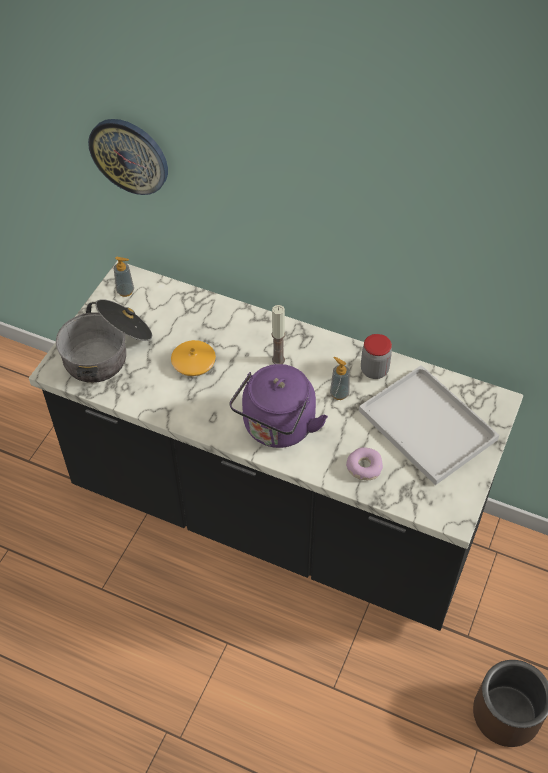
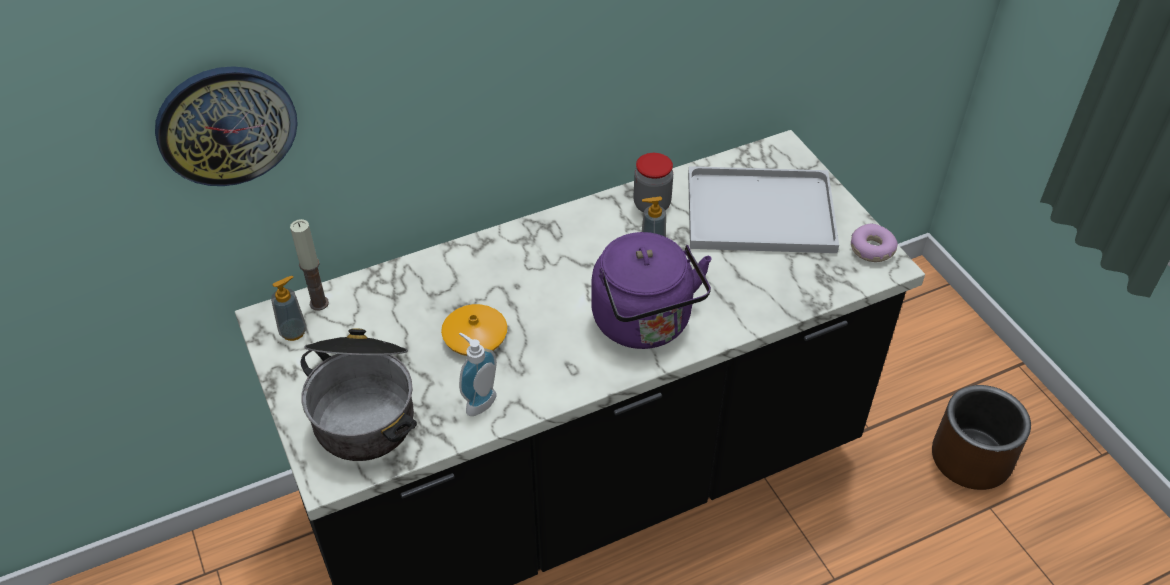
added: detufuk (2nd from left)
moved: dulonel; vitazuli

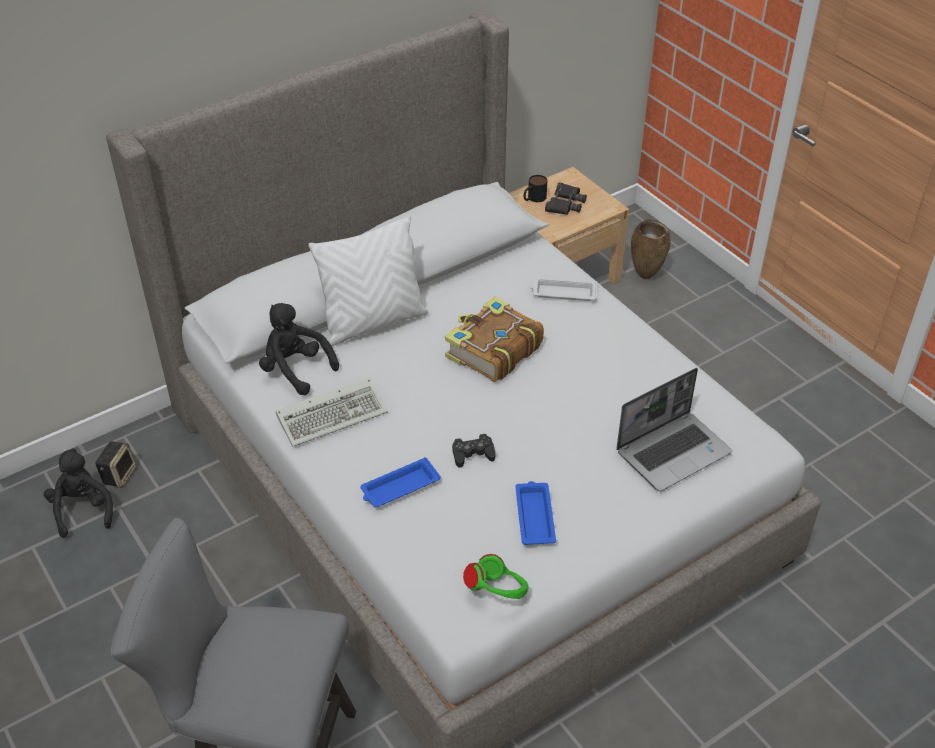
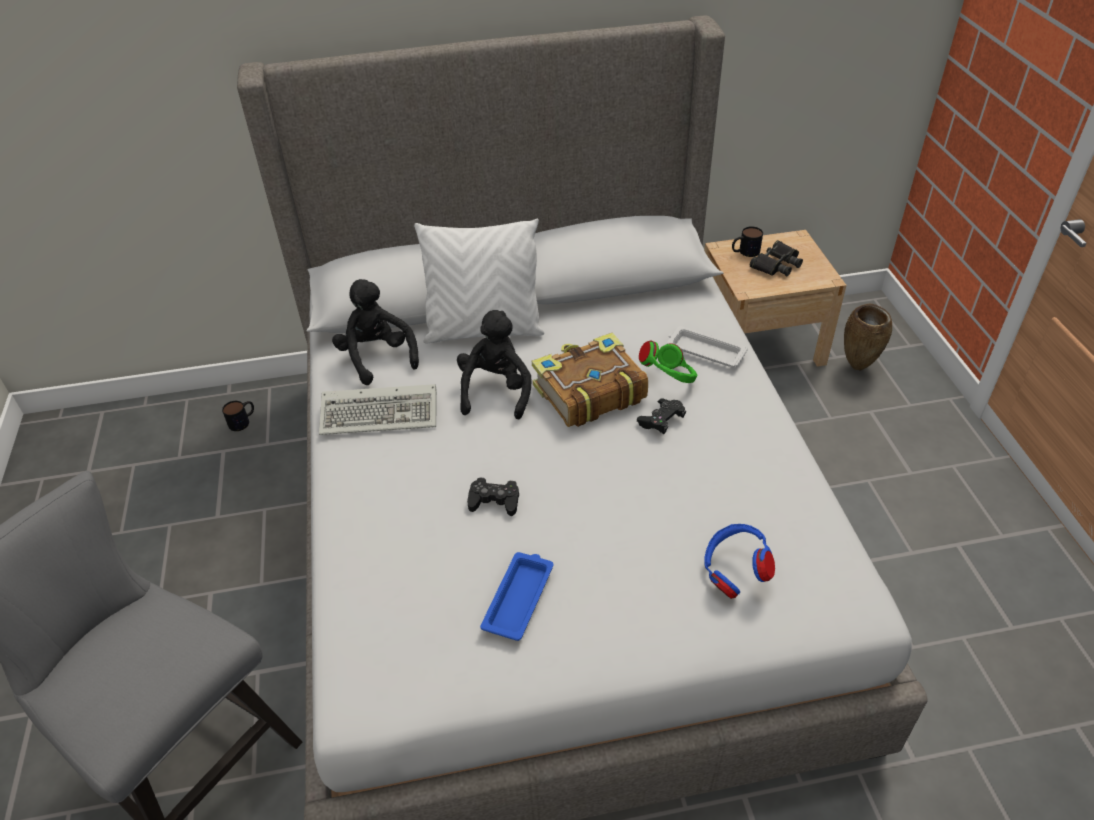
removed: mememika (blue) (1st from left)
added: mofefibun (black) (2nd from left)
moved: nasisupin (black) (1st from left in the first image) to nasisupin (black) (2nd from left); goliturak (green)
replaced: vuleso to goliturak (blue); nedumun to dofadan (1st from left)

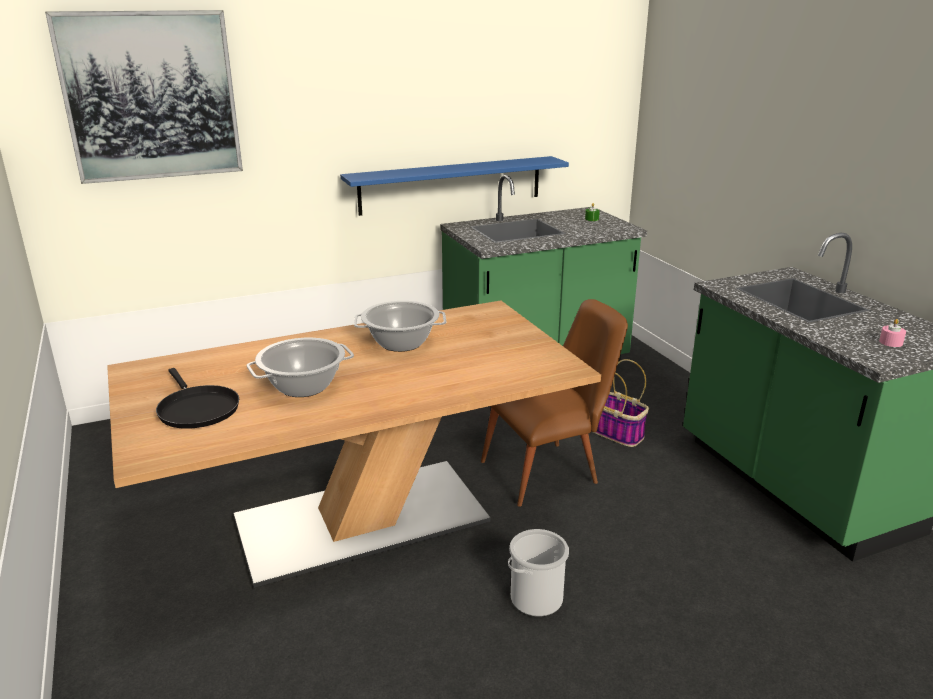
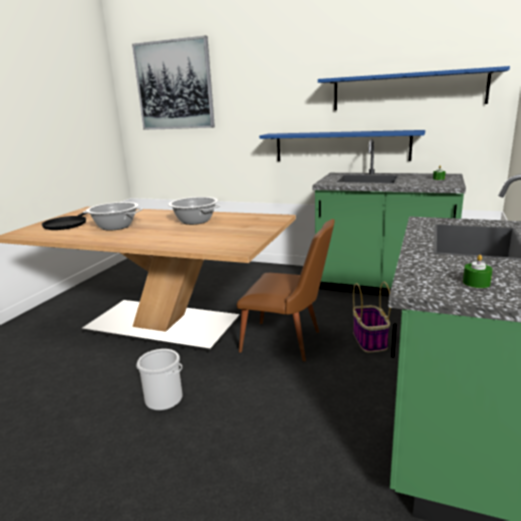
added: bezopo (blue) (2nd from left)
recoloured: dulonel (pink) to dulonel (green) (2nd from left)

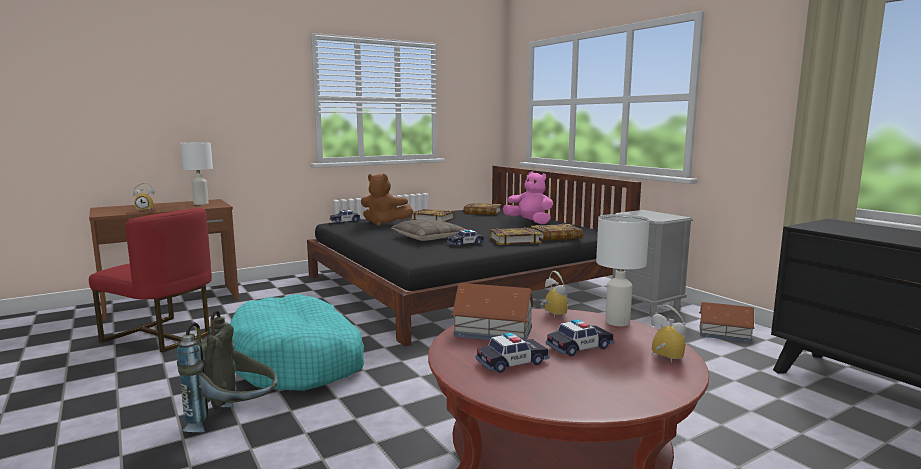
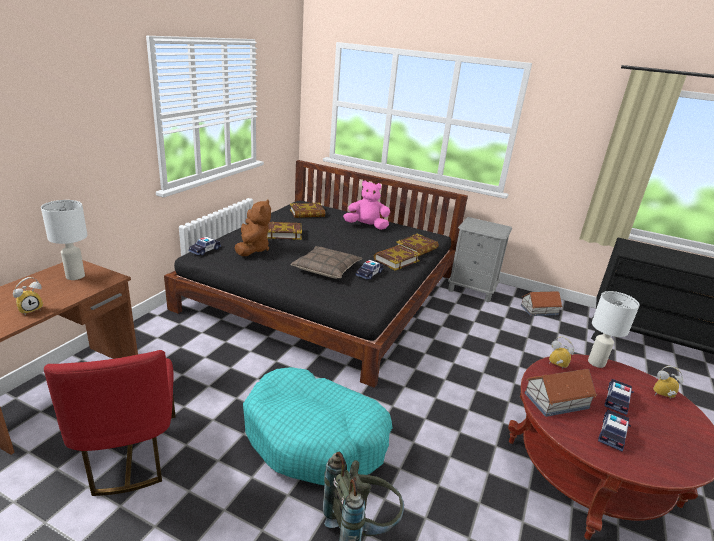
turned: nasisupin (brown) 75 degrees counterclockwise; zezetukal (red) 75 degrees clockwise

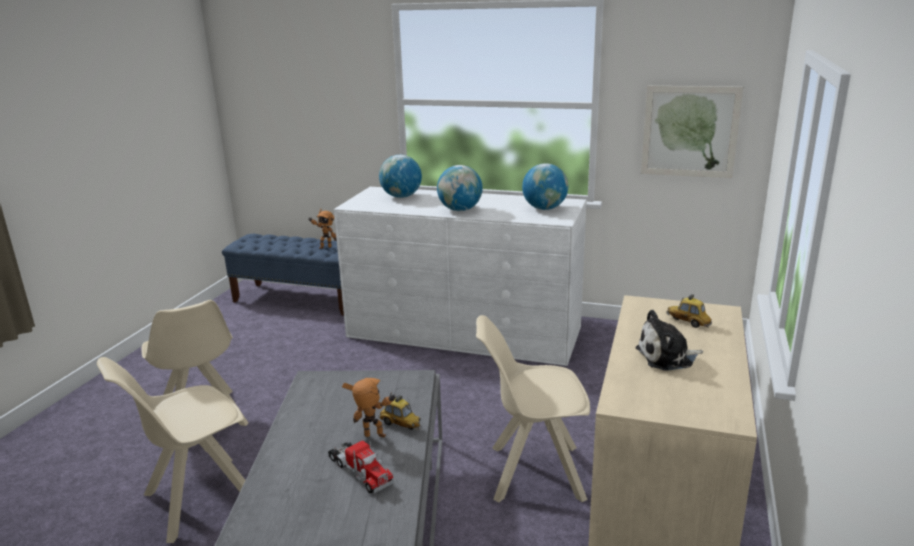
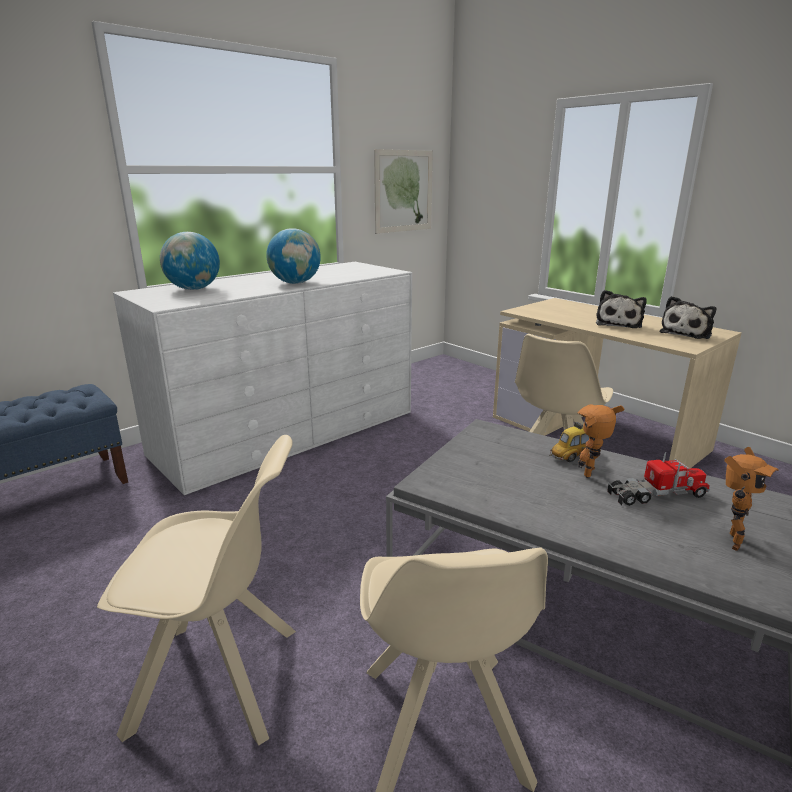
removed: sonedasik (3rd from left); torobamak (2nd from left)
added: nasisupin (2nd from left)
moved: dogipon (1st from left in the first image) to dogipon (2nd from left)

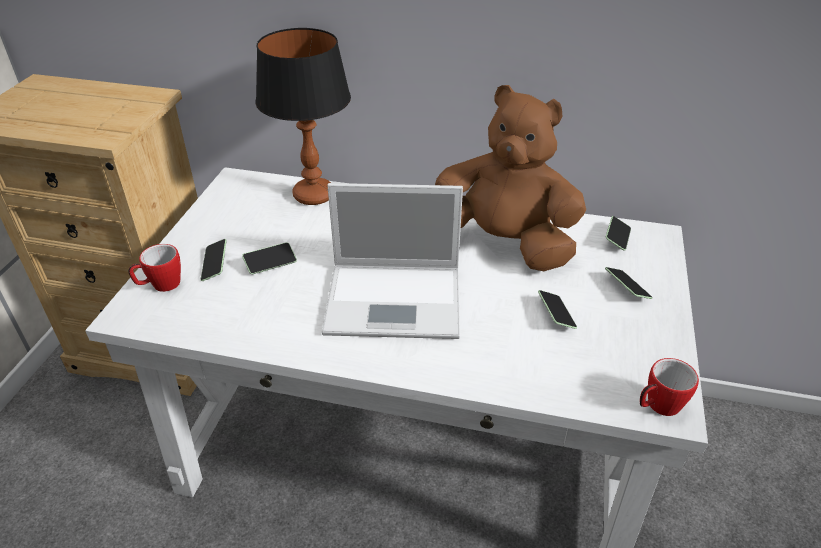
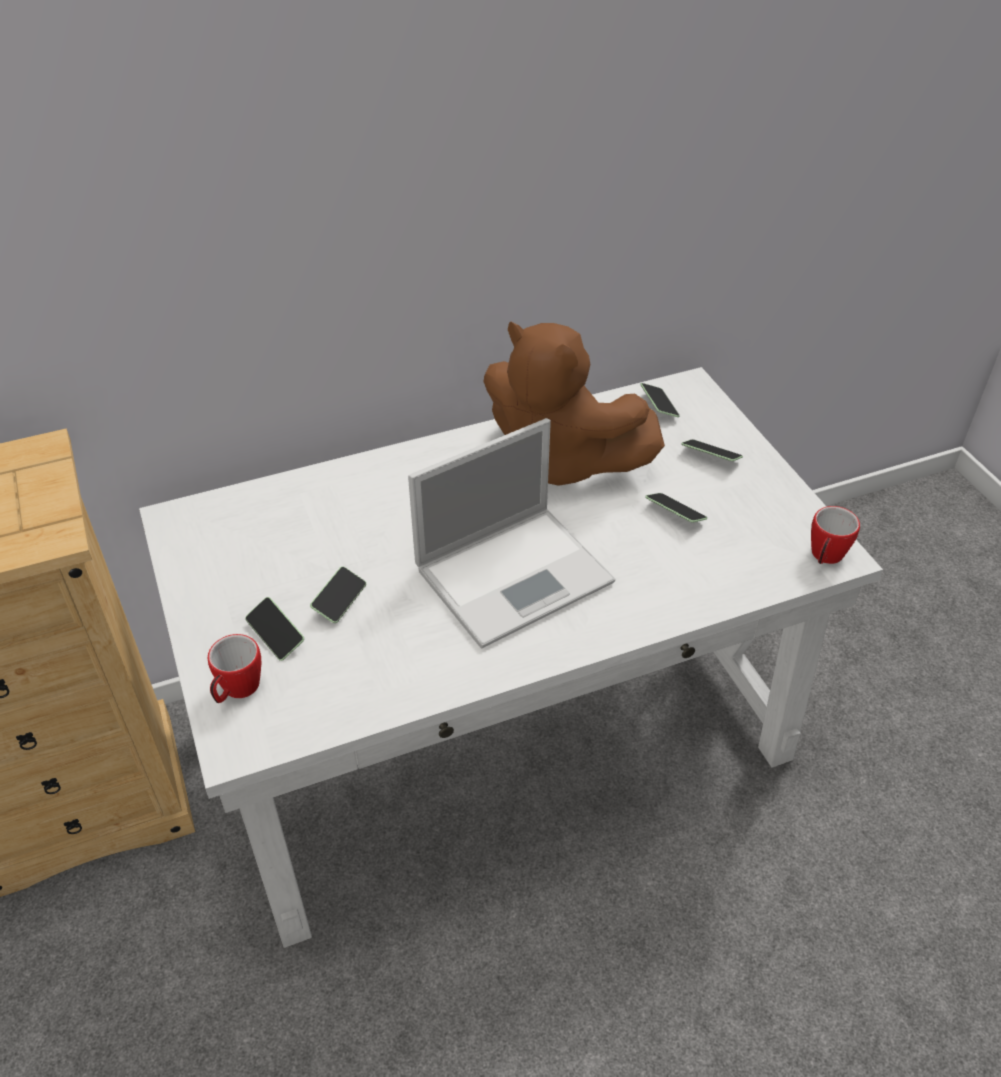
removed: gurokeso
turned: nasisupin (brown) 135 degrees counterclockwise

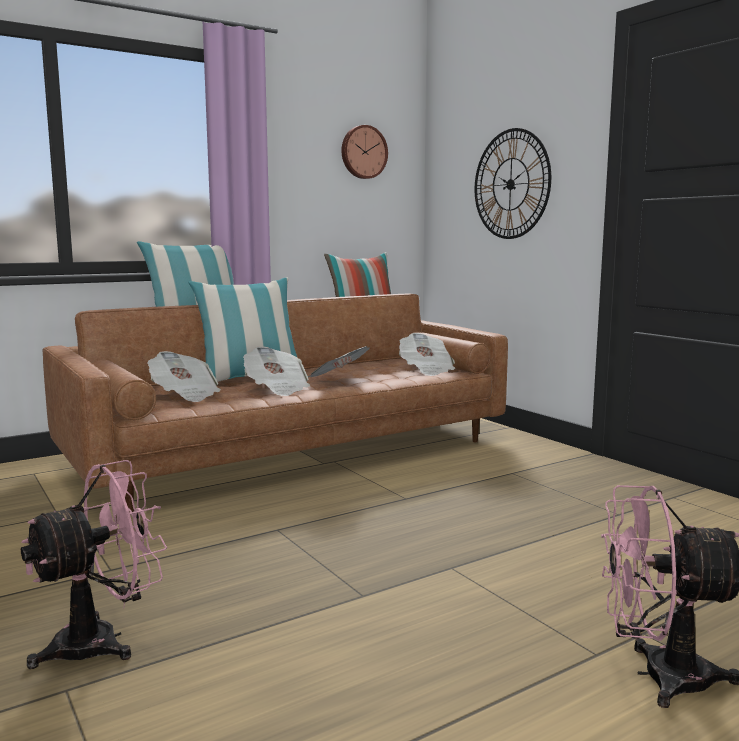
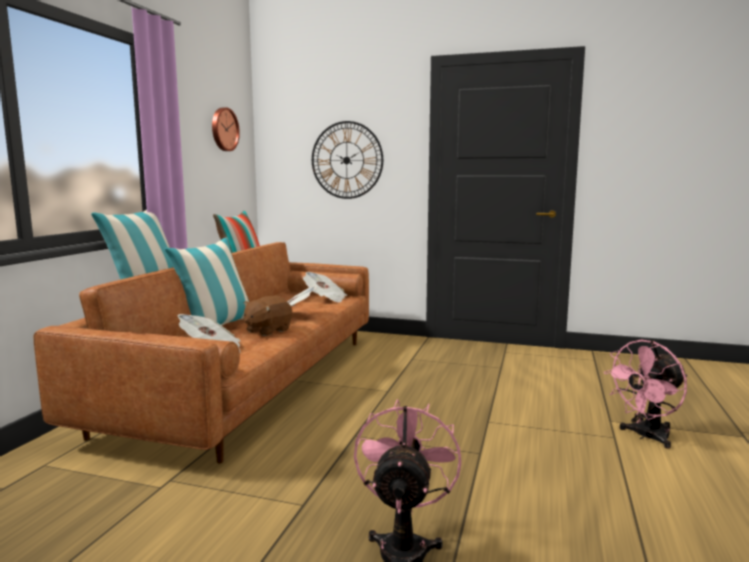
replaced: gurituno (2nd from left) to nasisupin (brown)

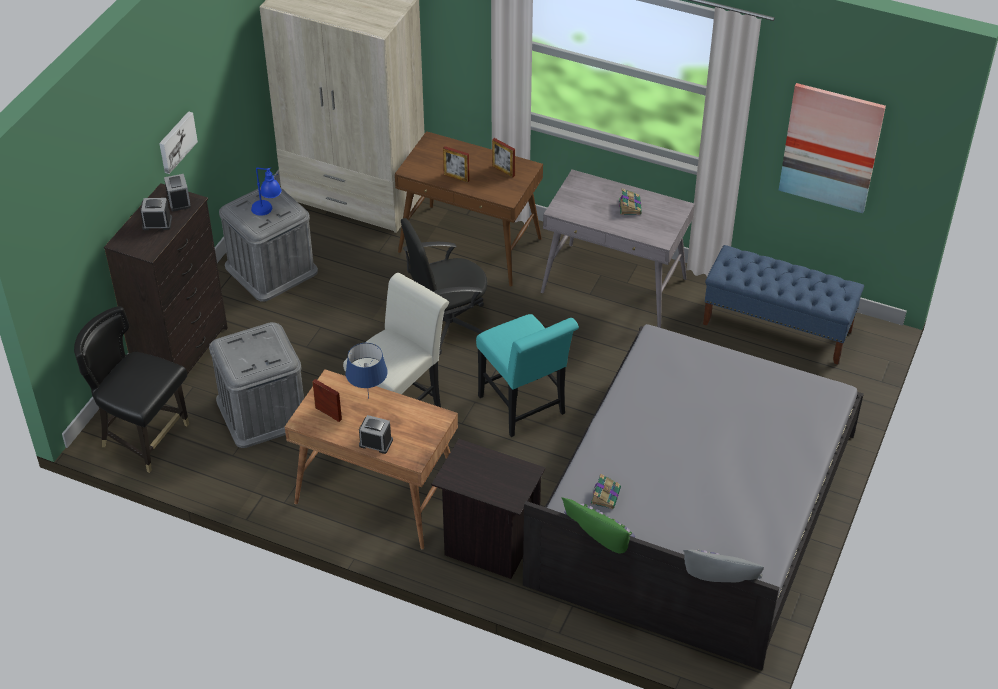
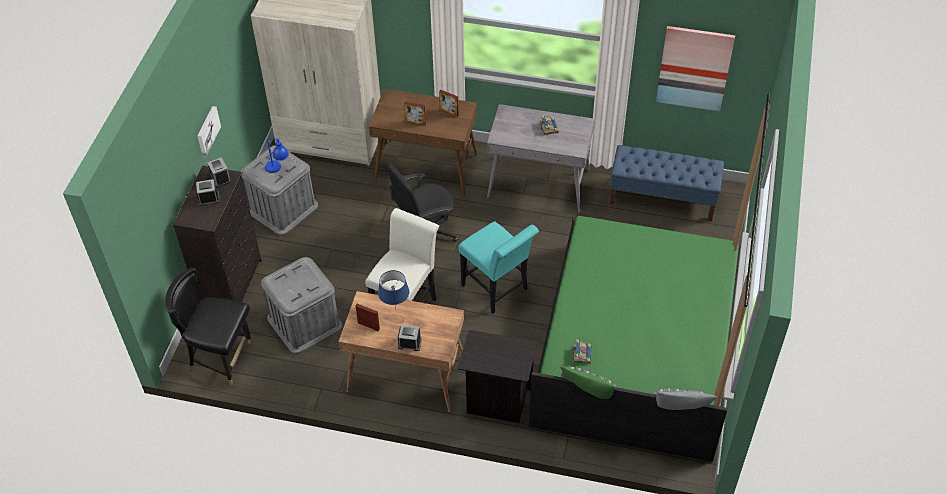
recoloured: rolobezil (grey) to rolobezil (green)

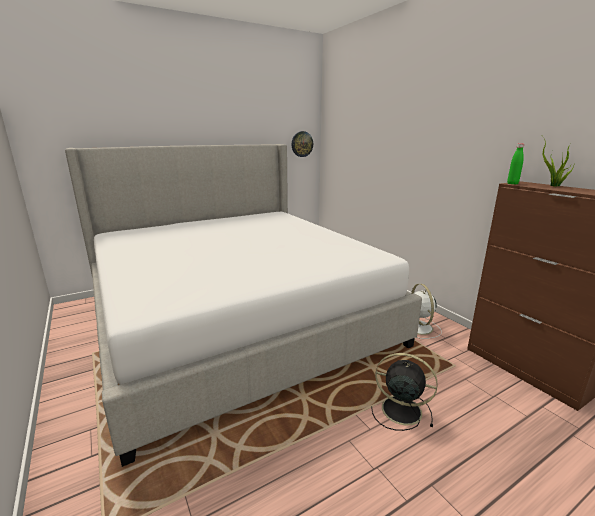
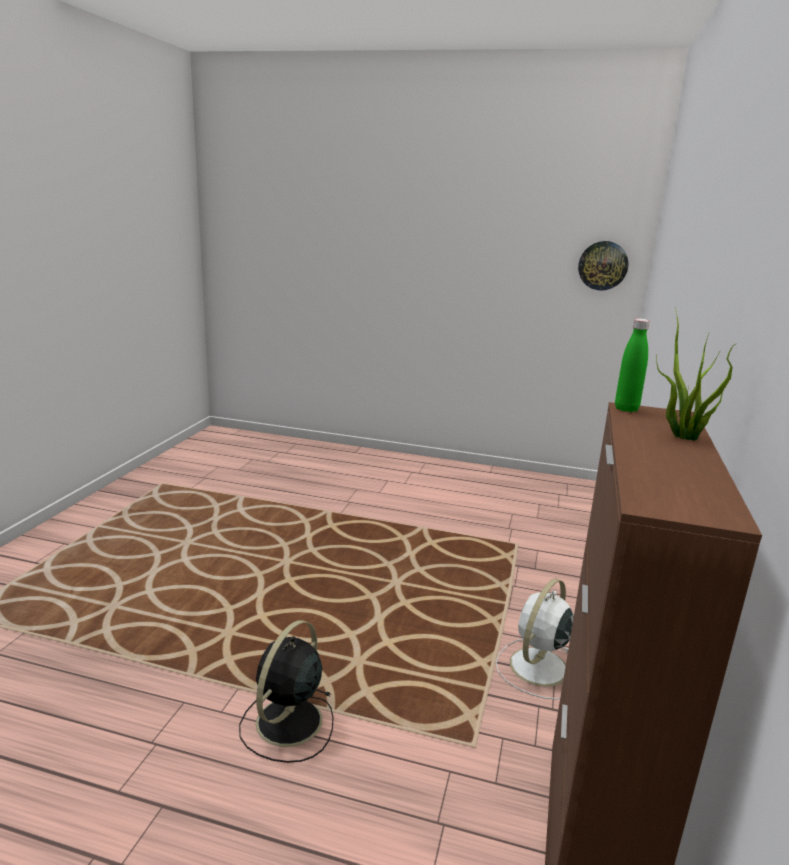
removed: rolobezil
turned: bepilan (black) 135 degrees counterclockwise

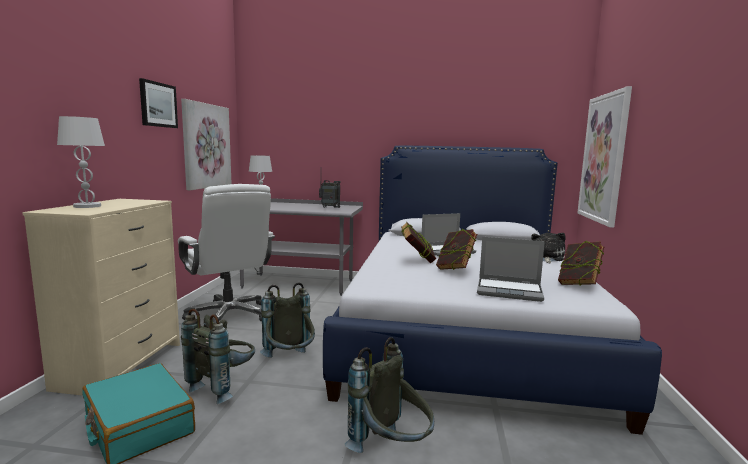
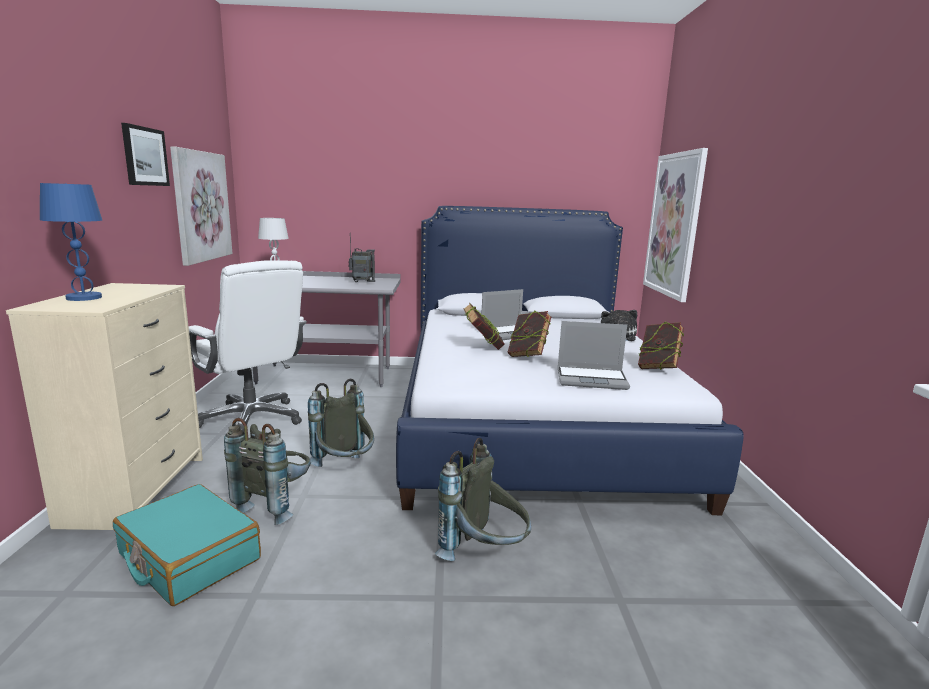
recoloured: gurokeso (white) (1st from left) to gurokeso (blue)

